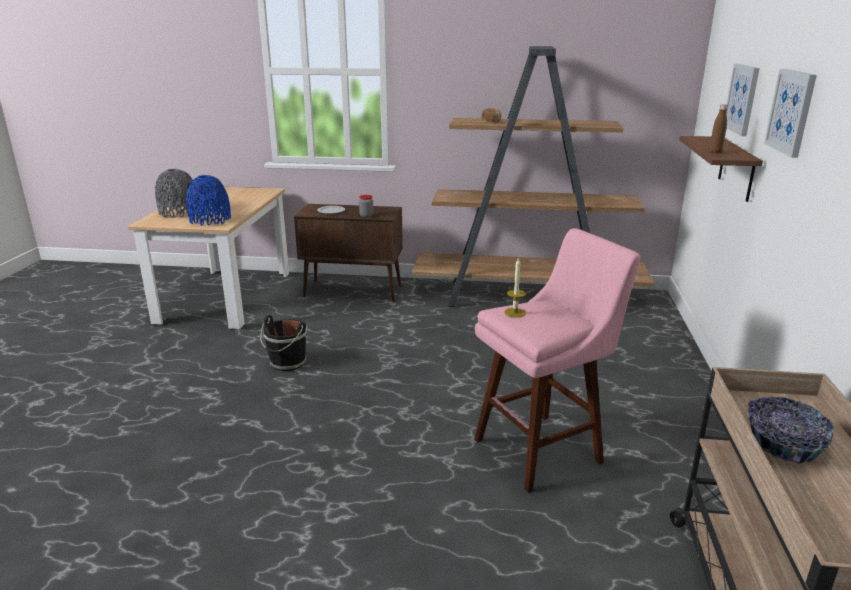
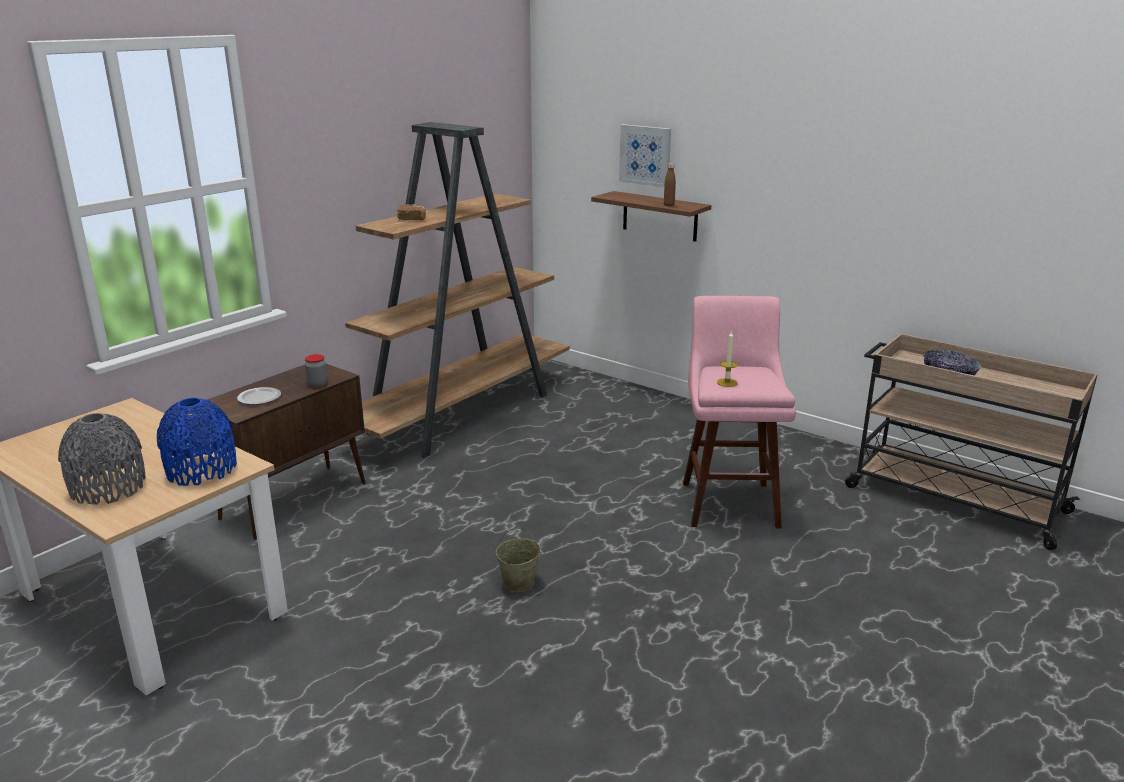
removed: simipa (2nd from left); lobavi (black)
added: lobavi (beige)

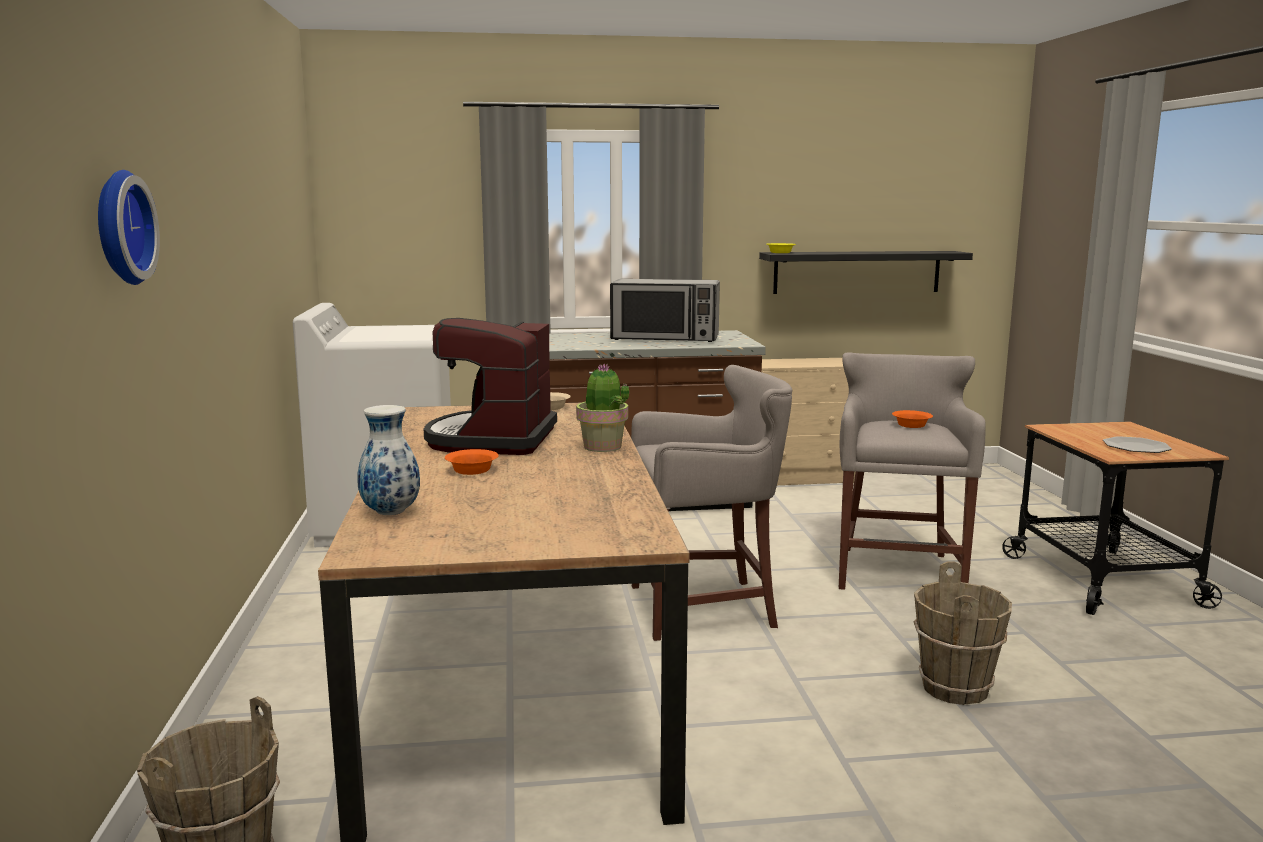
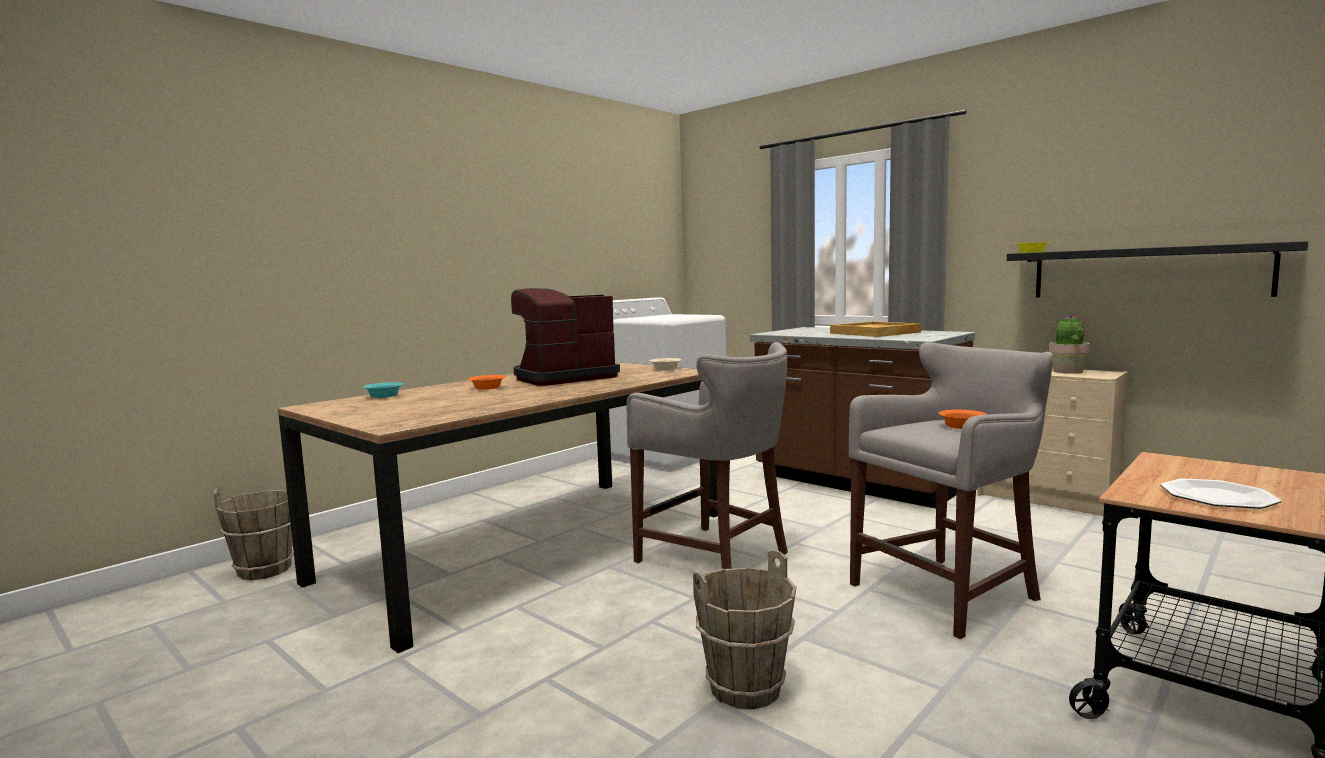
removed: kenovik
moved: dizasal
replaced: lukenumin to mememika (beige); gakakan to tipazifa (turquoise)

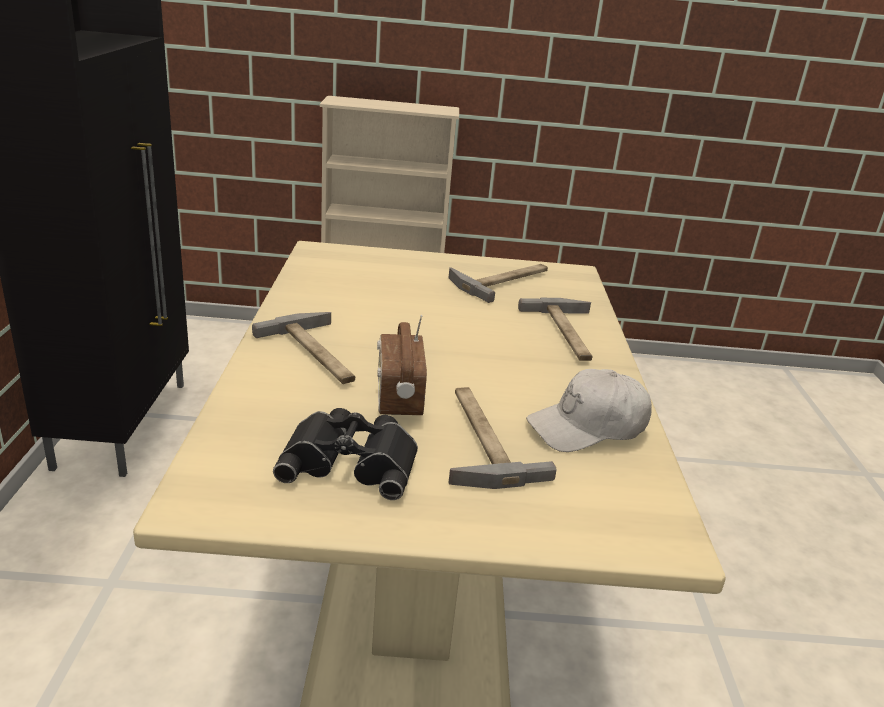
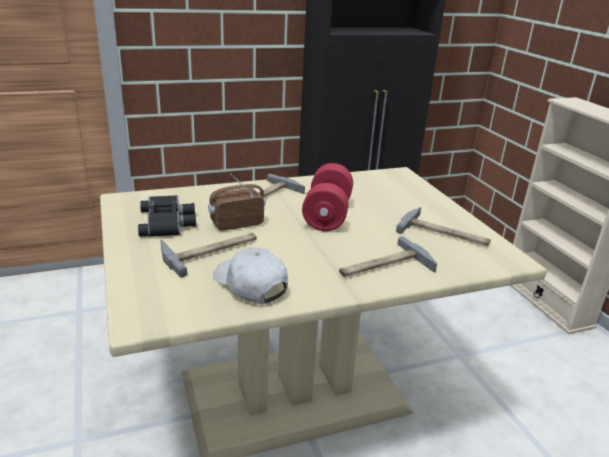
added: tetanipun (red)

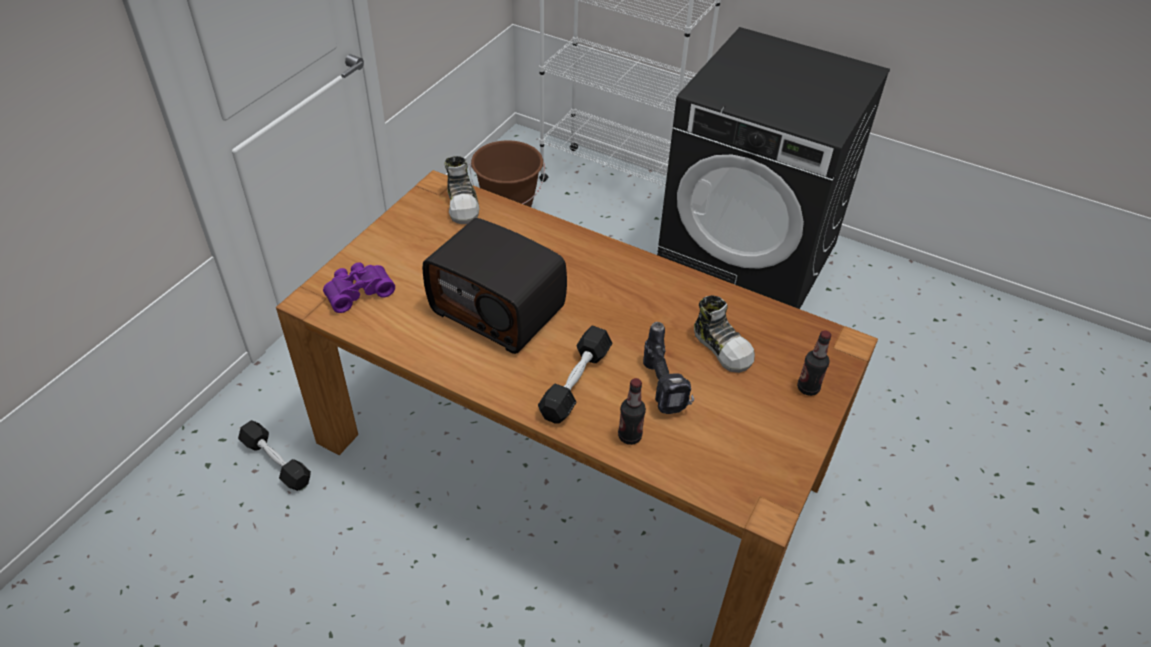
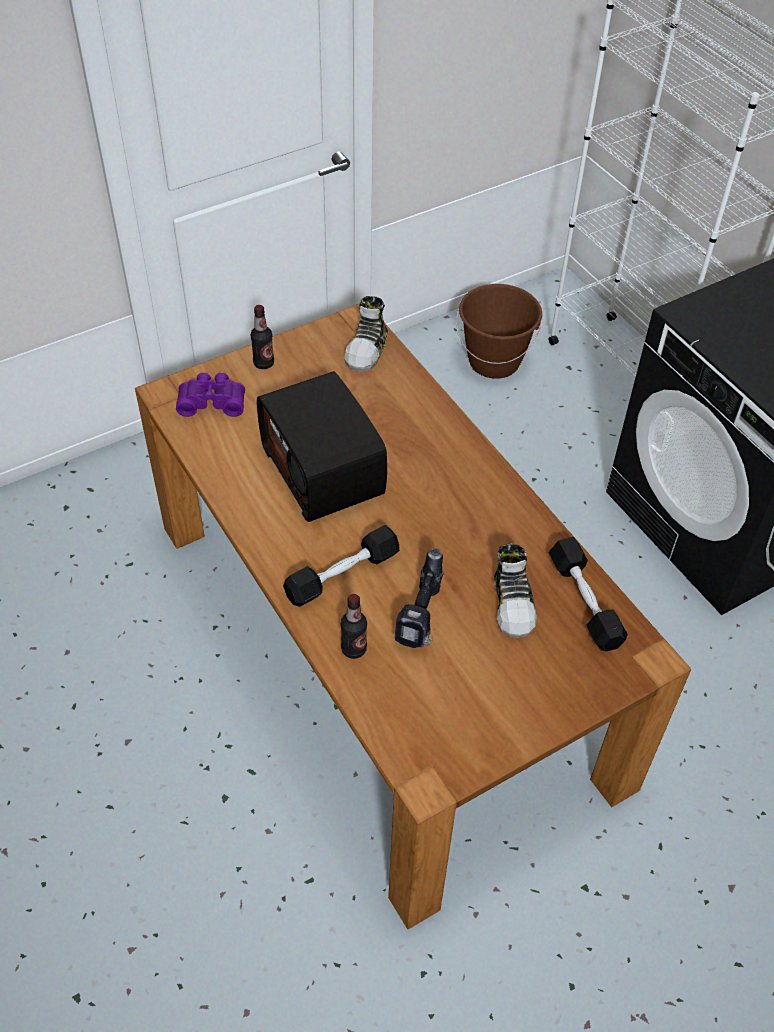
moved: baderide (2nd from left in the first image) to baderide (1st from left); tetanipun (black) (1st from left in the first image) to tetanipun (black) (2nd from left)

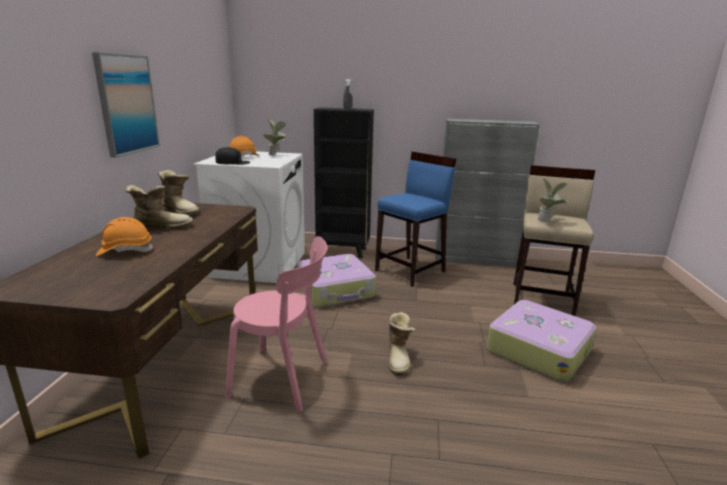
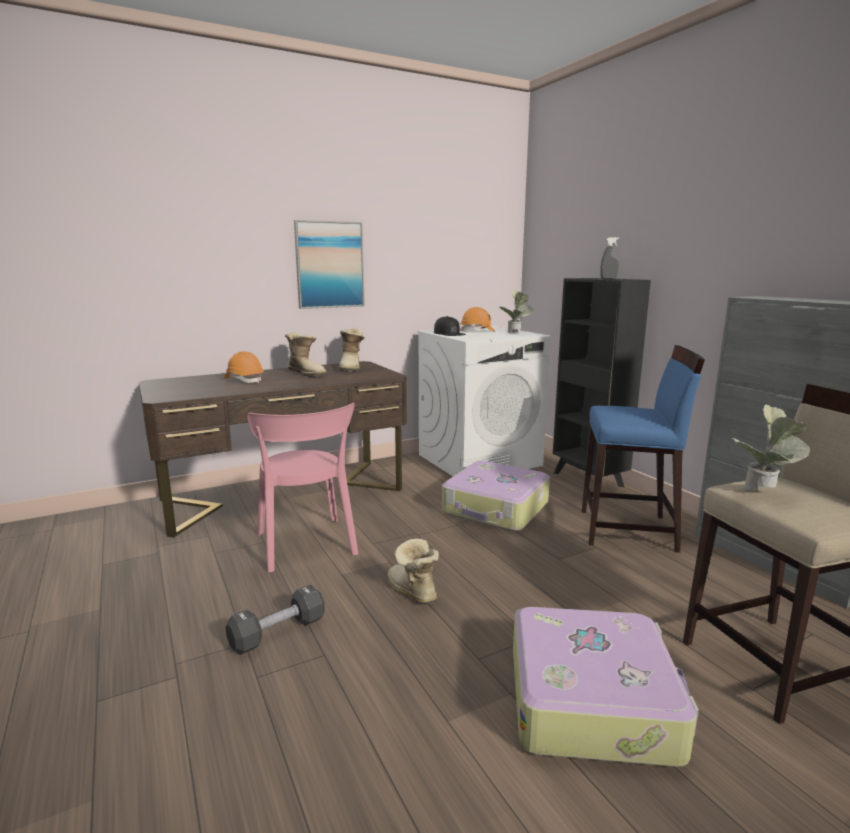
added: tetanipun (black)
turned: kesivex (3rd from left) 90 degrees clockwise

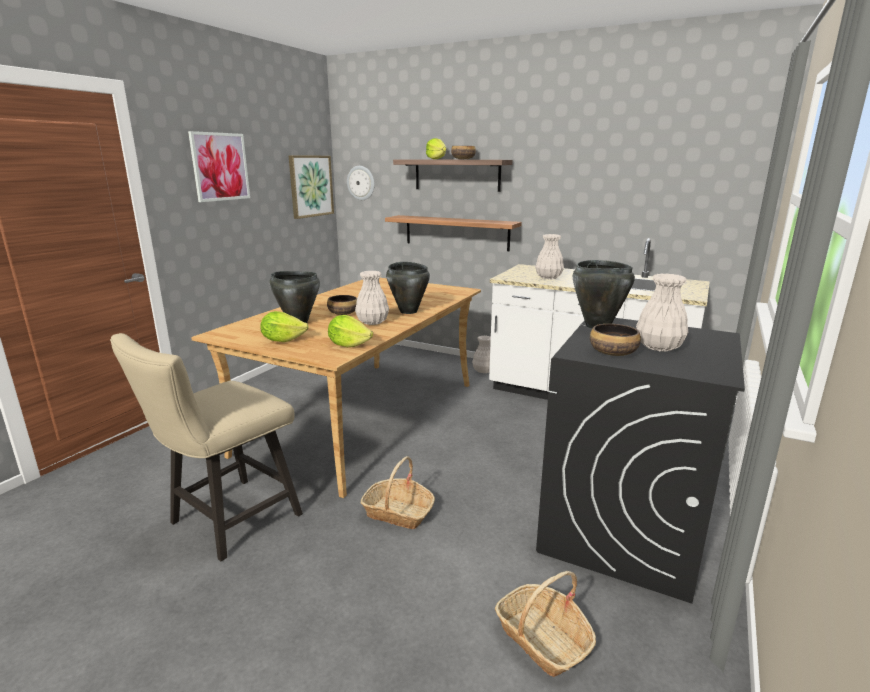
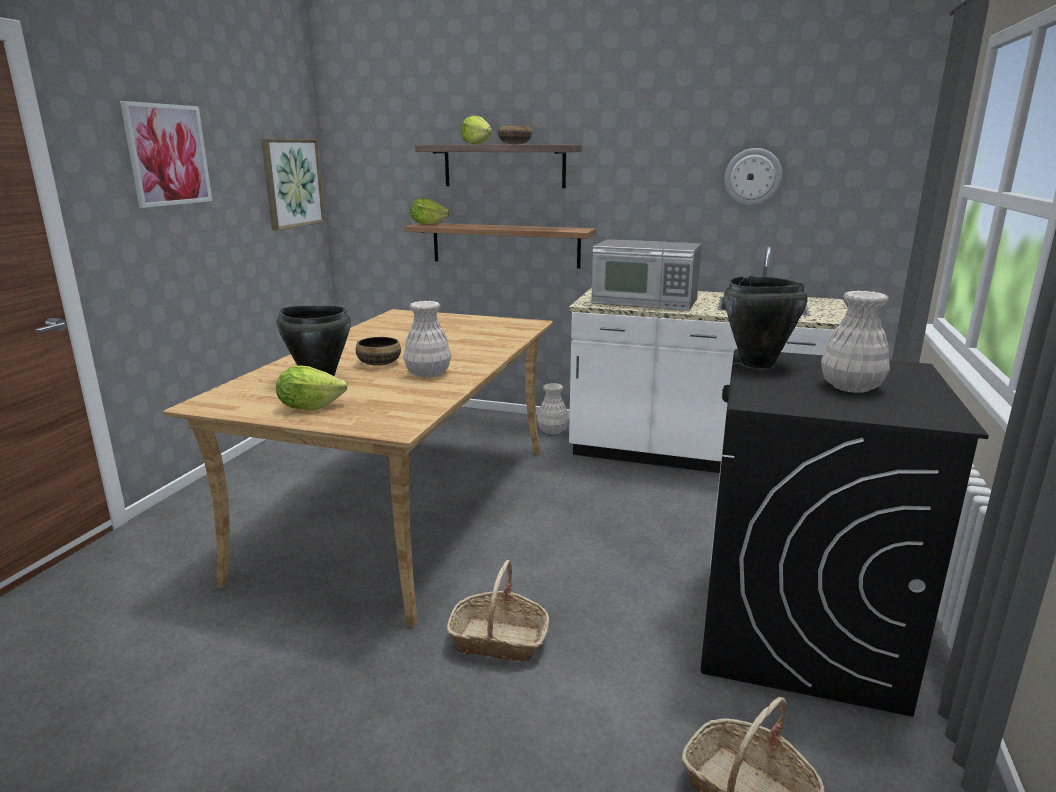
removed: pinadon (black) (2nd from left); tipazifa (3rd from left); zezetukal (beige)
moved: kenovik; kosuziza (2nd from left)
replaced: gakakan (white) (3rd from left) to lukenumin

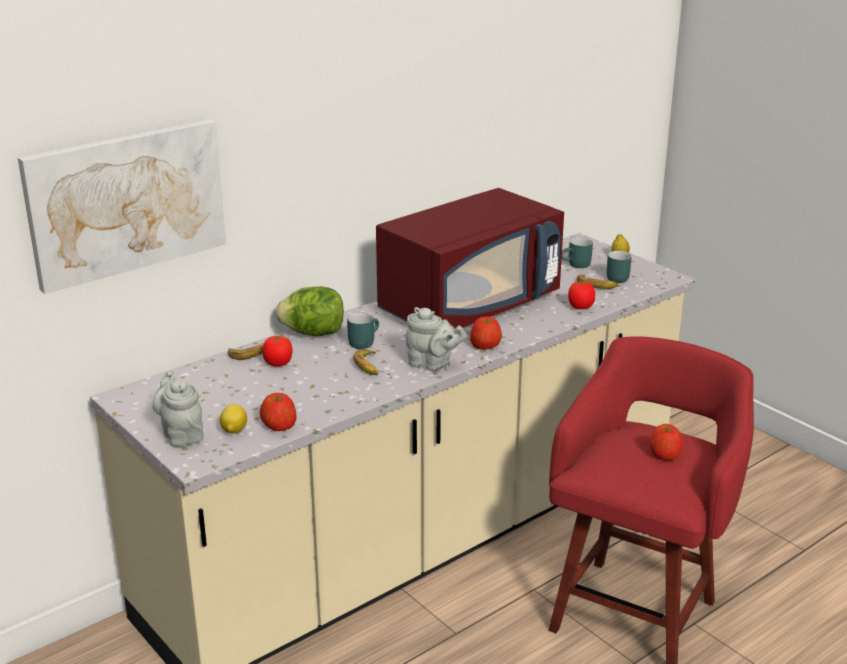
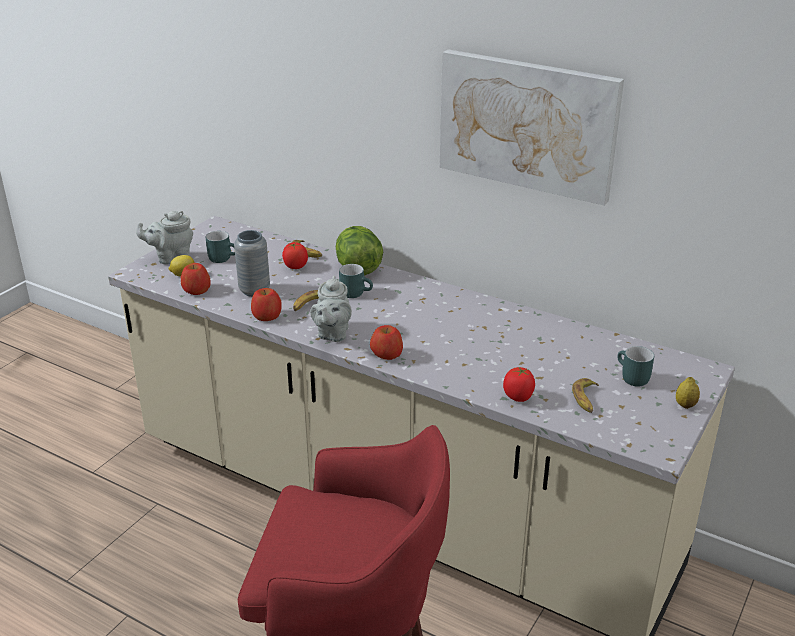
removed: lukenumin (red)
added: gakakan (grey)
moved: simipa; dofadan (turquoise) (3rd from left in the first image) to dofadan (turquoise) (1st from left); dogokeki (3rd from left in the first image) to dogokeki (2nd from left)
turned: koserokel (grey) (1st from left) 150 degrees counterclockwise

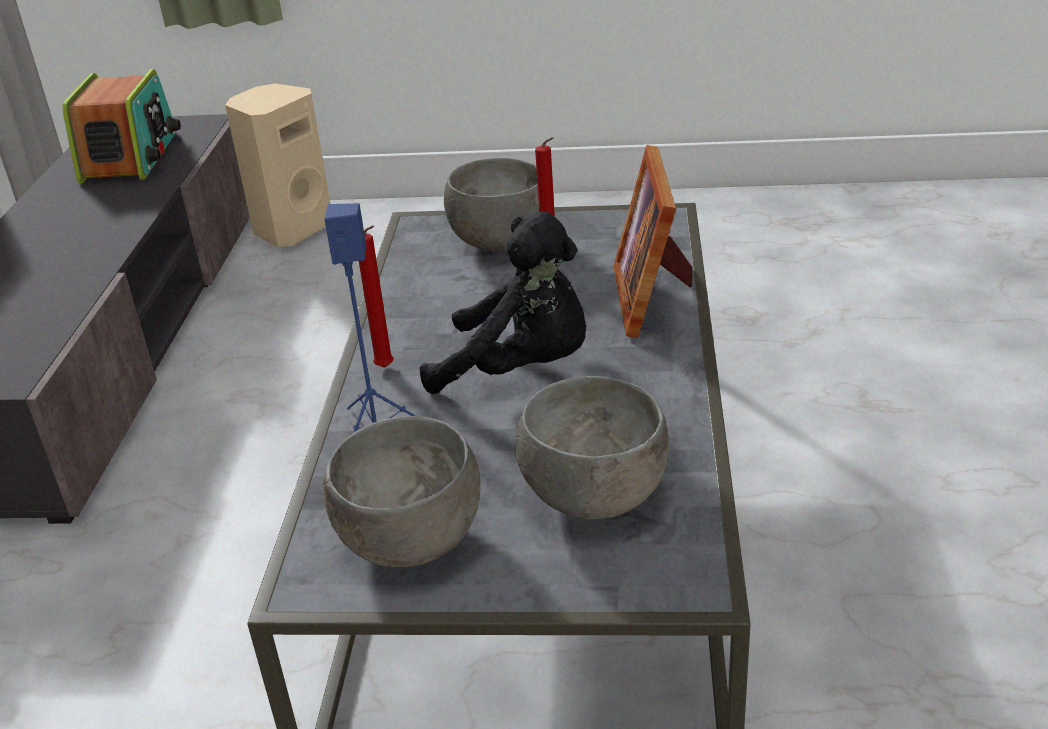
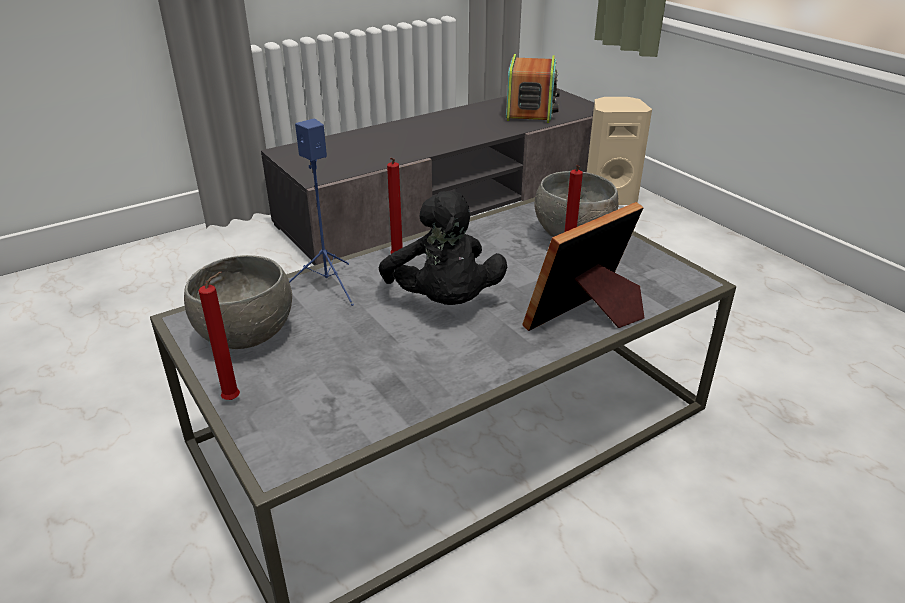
removed: tipazifa (grey) (3rd from left)
added: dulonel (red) (1st from left)
turned: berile 45 degrees counterclockwise

